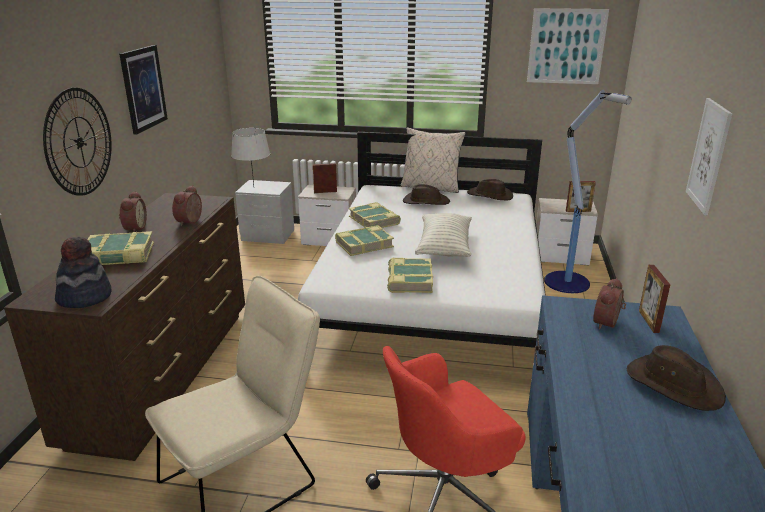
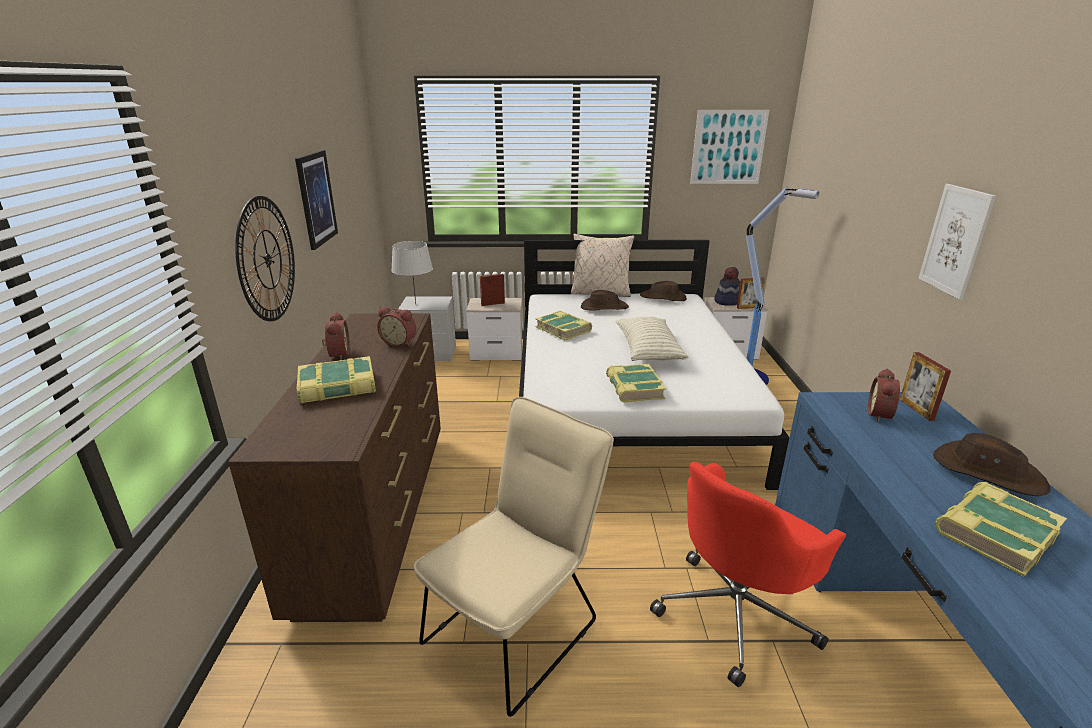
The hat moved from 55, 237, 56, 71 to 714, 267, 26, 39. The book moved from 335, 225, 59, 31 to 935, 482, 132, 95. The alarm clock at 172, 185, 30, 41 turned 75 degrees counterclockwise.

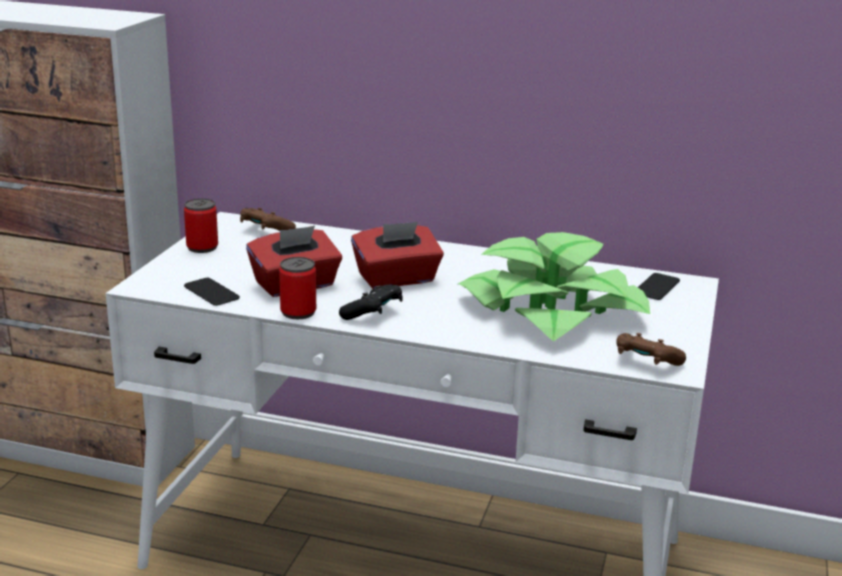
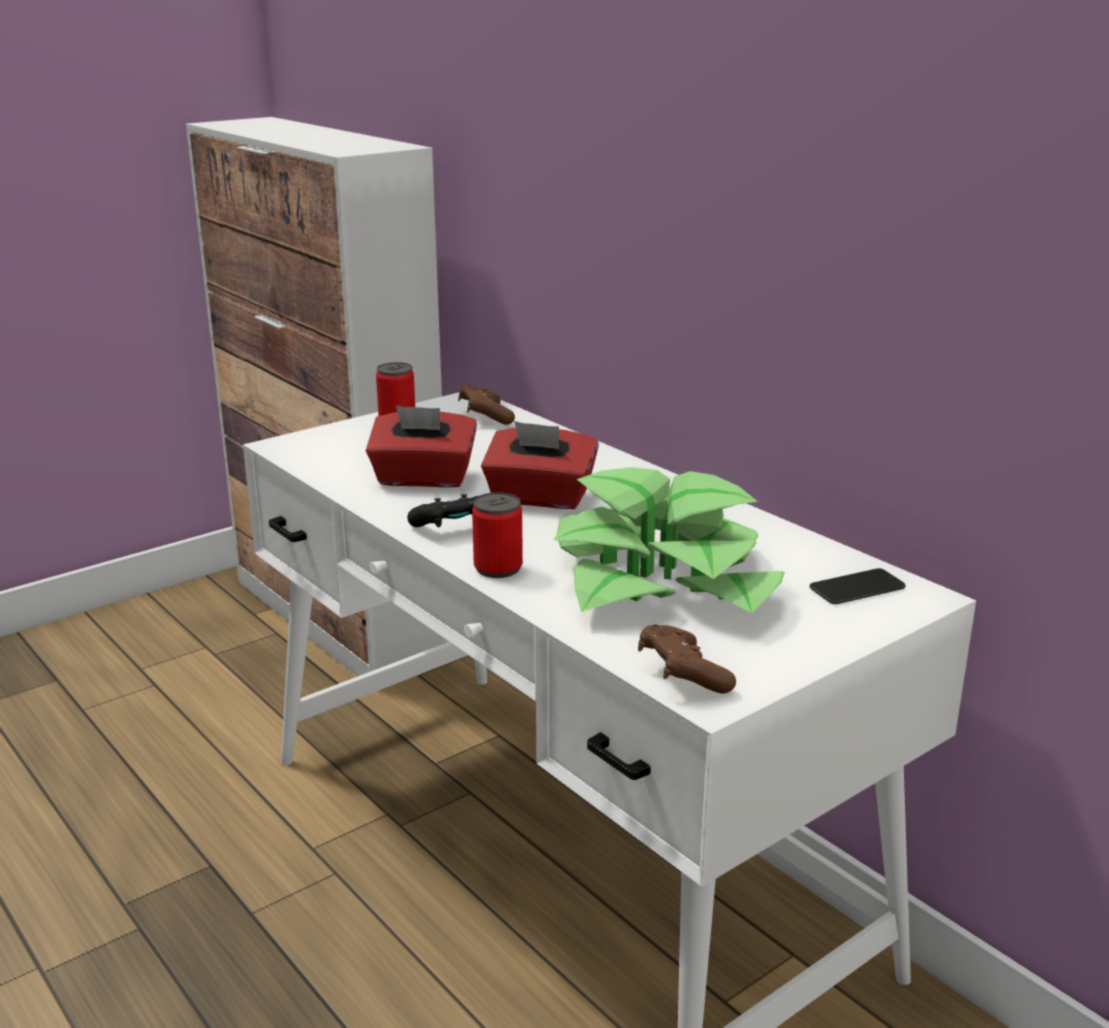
The phone at 184, 278, 56, 28 disappeared. The can moved from 279, 257, 37, 62 to 472, 492, 51, 86.

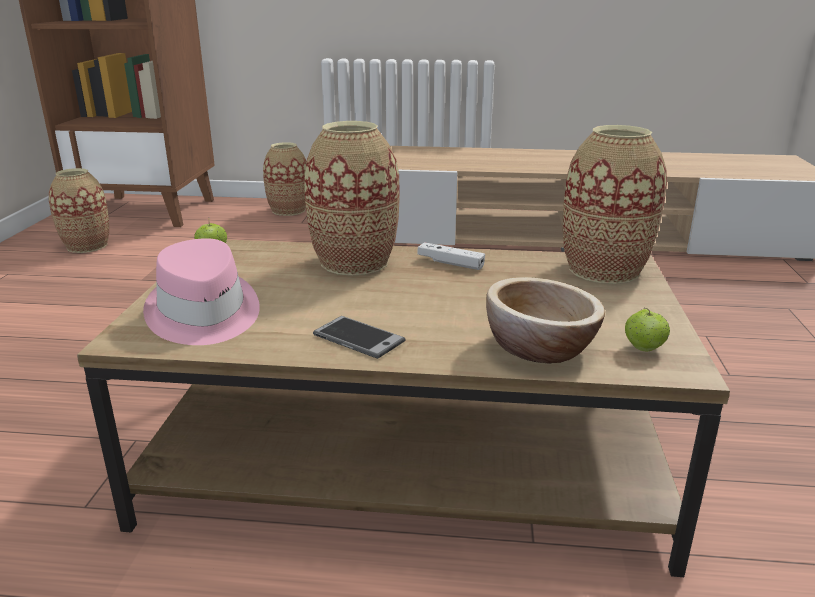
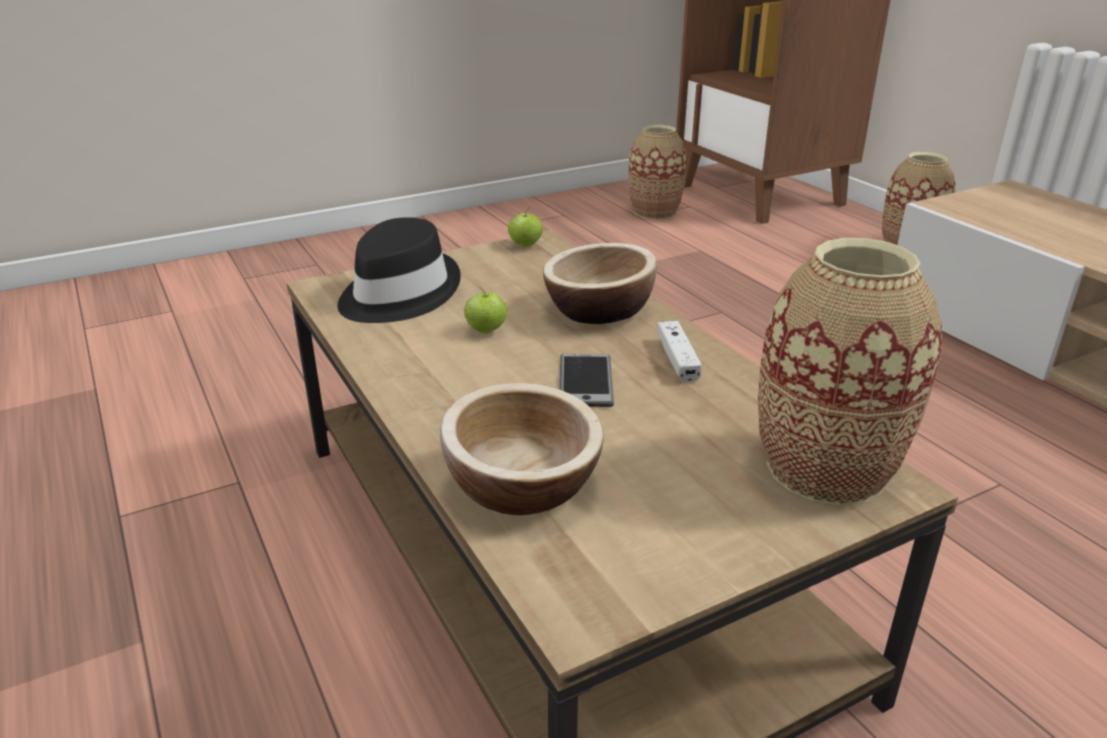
The phone moved from 313, 316, 93, 43 to 559, 354, 55, 53. The apple moved from 625, 308, 45, 43 to 464, 286, 44, 48. The vase at 304, 121, 96, 155 was replaced by the bowl at 543, 243, 114, 81. The pink hat at 143, 238, 117, 107 became the black hat at 338, 217, 123, 106.

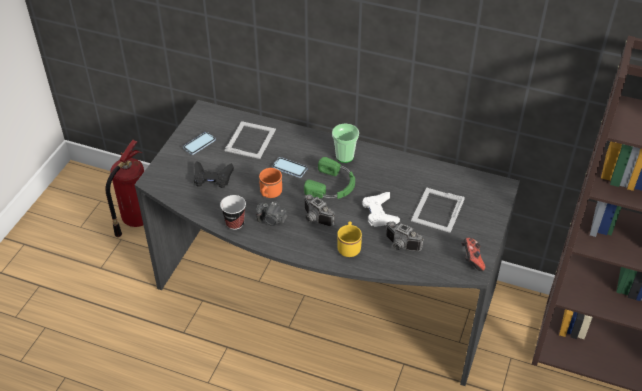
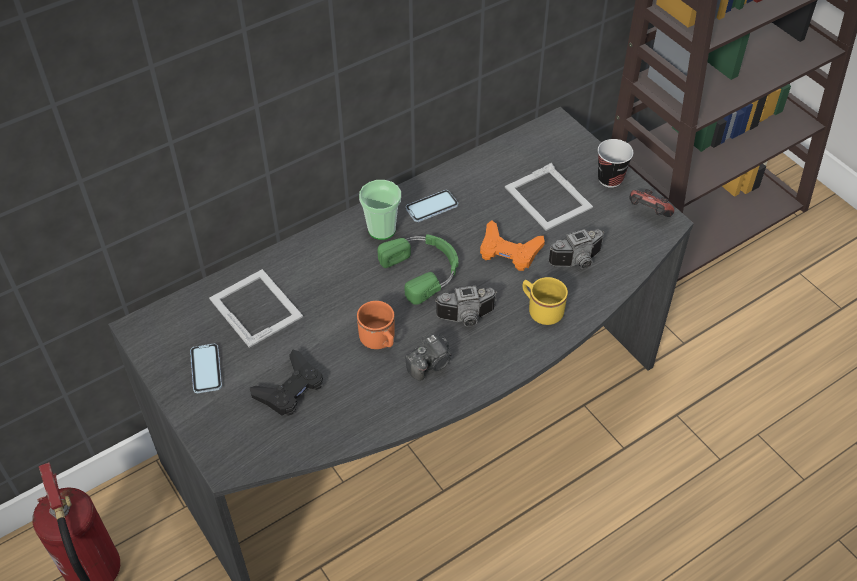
The cup moved from 220, 195, 26, 35 to 598, 139, 35, 49. The phone moved from 272, 157, 35, 21 to 406, 190, 52, 32. The white game controller at 362, 192, 38, 35 became the orange game controller at 480, 220, 65, 51.

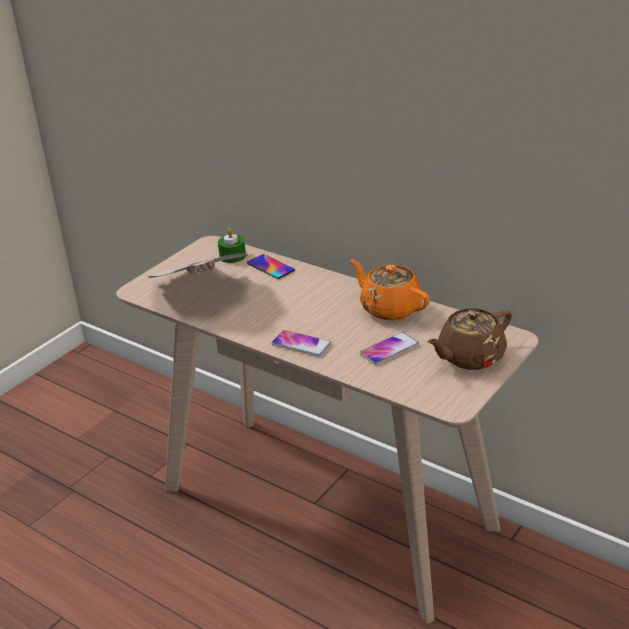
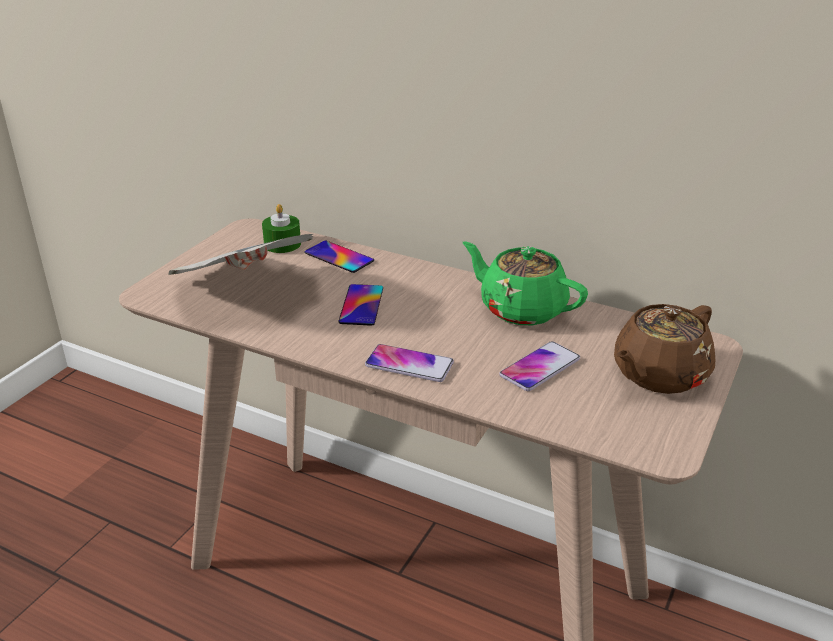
The phone at 338, 284, 45, 42 appeared. The orange teapot at 350, 259, 80, 61 became the green teapot at 463, 241, 125, 84.

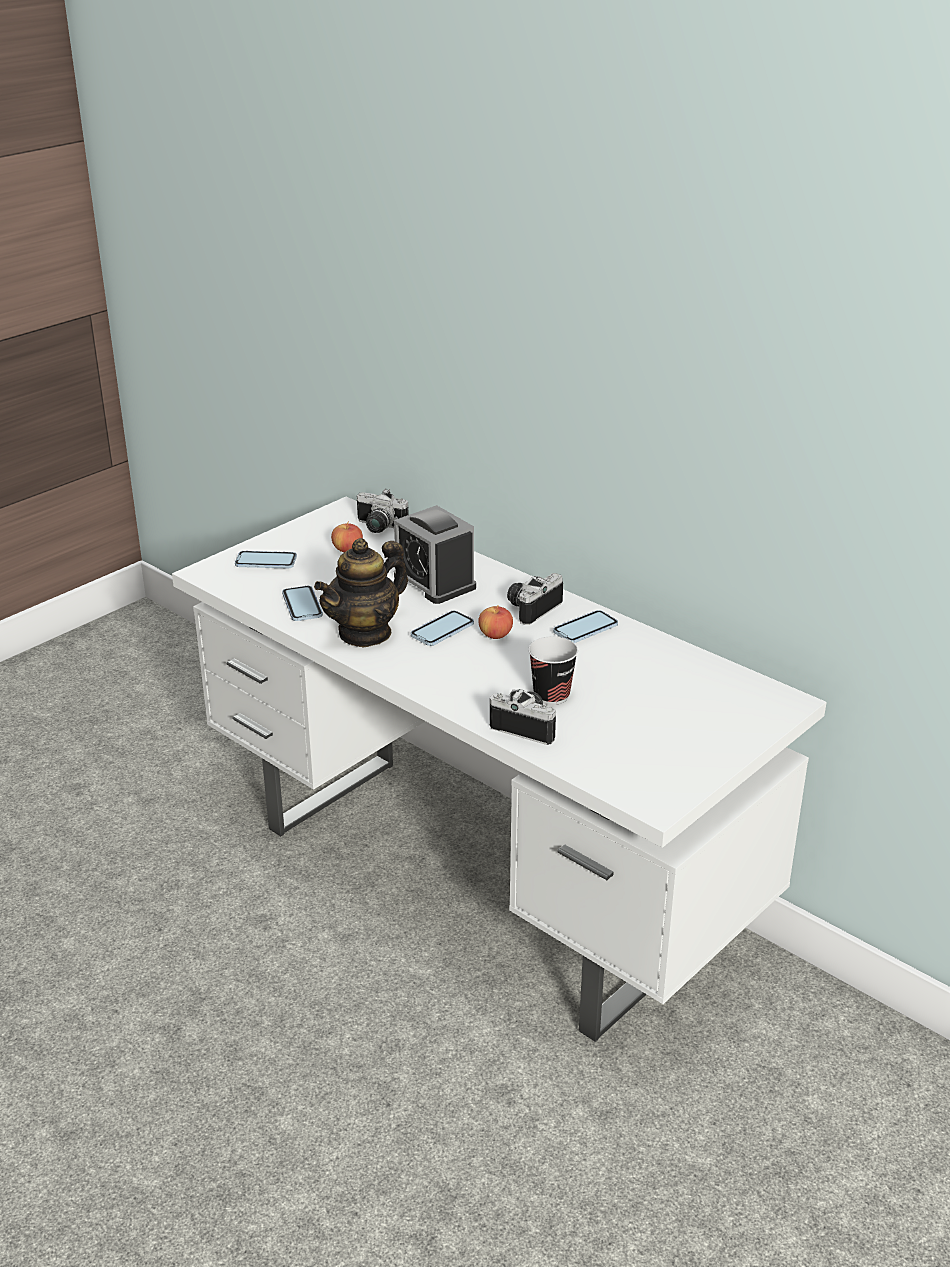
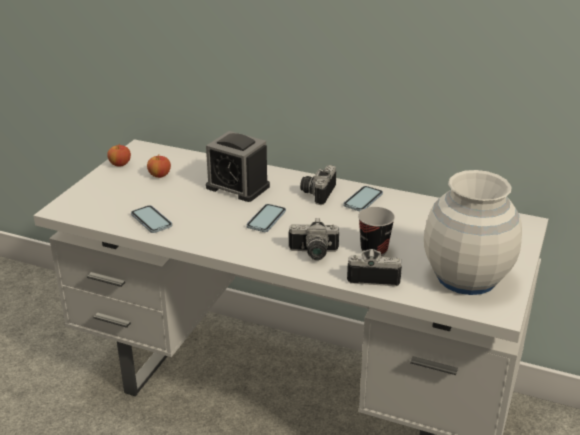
The phone at 235, 551, 62, 17 disappeared. The teapot at 314, 538, 94, 110 disappeared. The white vase at 424, 170, 98, 125 appeared. The photo camera moved from 357, 489, 51, 44 to 289, 218, 50, 42. The apple moved from 478, 605, 35, 34 to 107, 145, 24, 22.

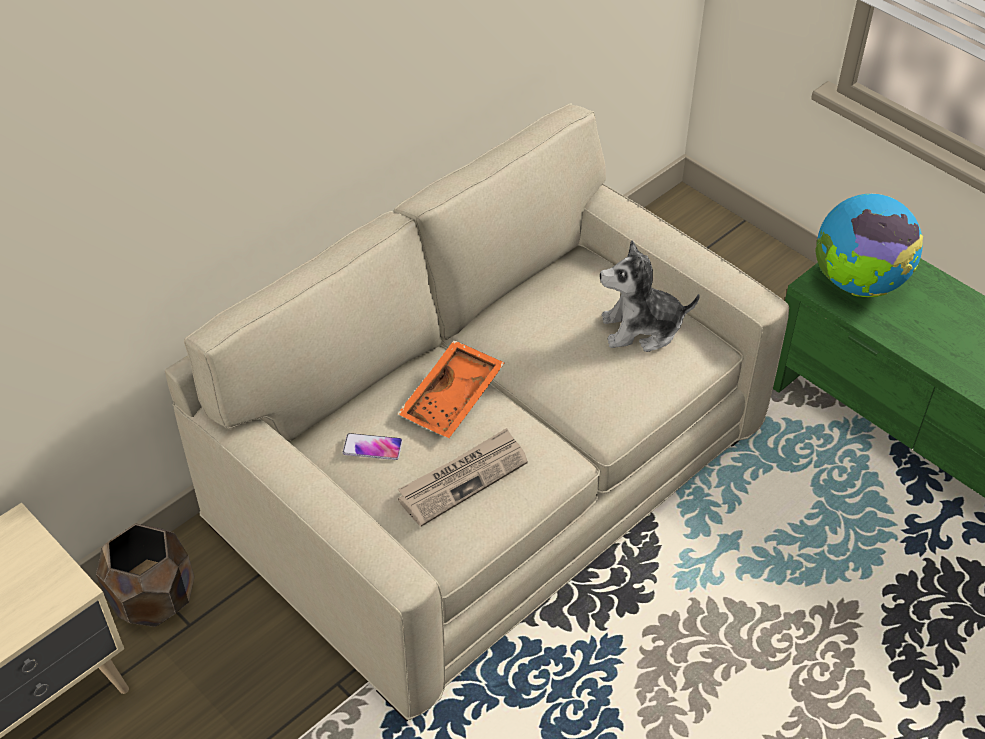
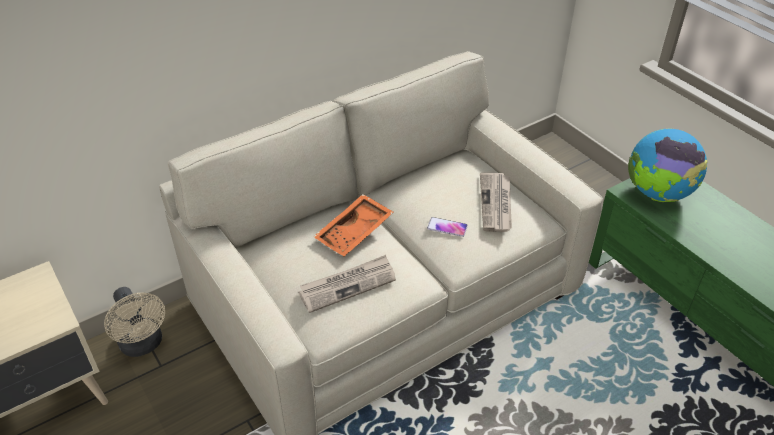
The phone moved from 343, 433, 60, 27 to 427, 217, 41, 20. The brown planter at 96, 524, 99, 103 was replaced by the beige fan at 104, 287, 61, 70. The plush toy at 600, 240, 100, 112 was replaced by the newspaper at 480, 173, 32, 59.

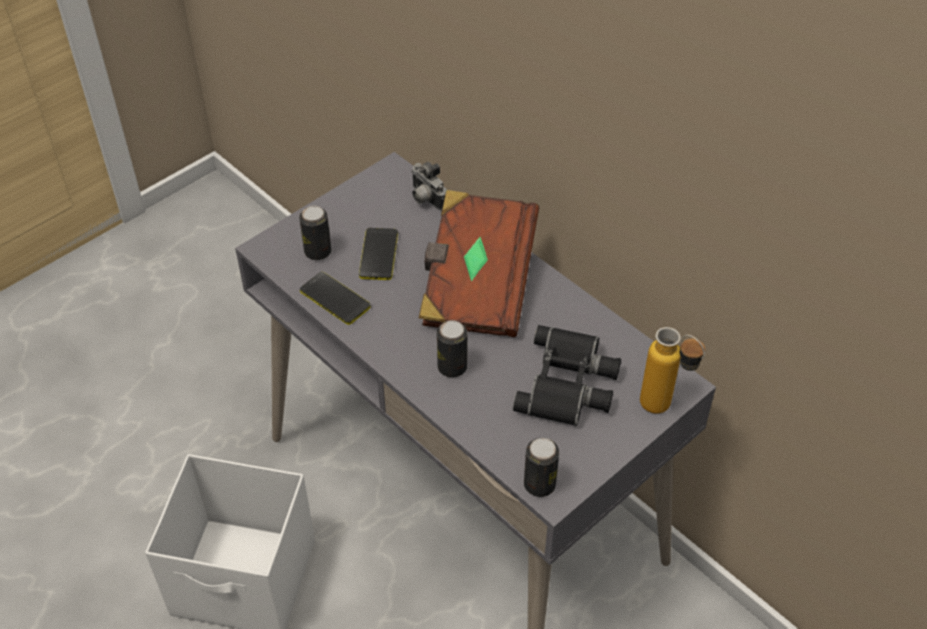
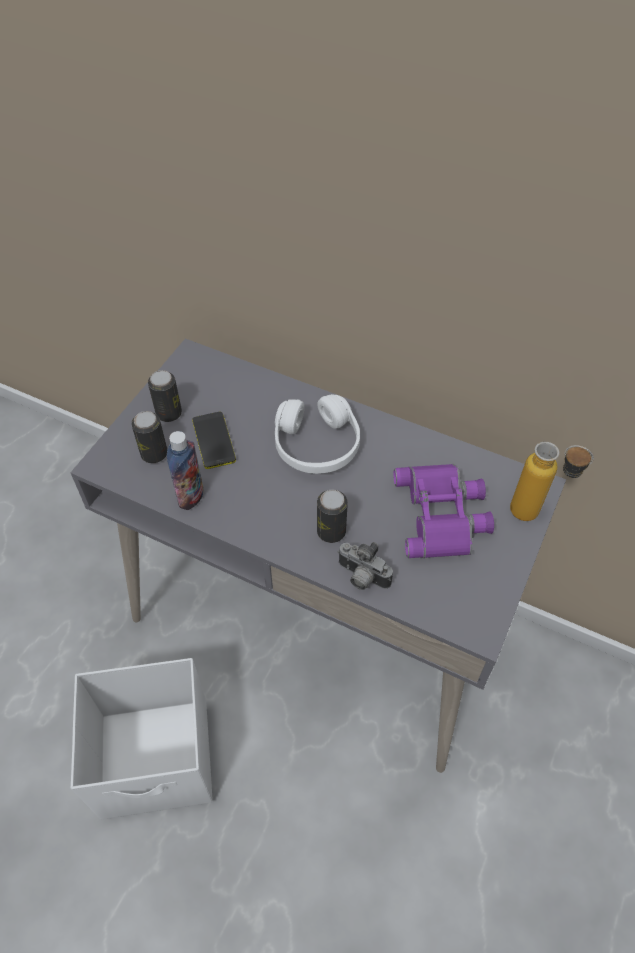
The photo camera moved from 412, 162, 35, 49 to 338, 542, 55, 48. The can moved from 524, 438, 35, 59 to 148, 370, 34, 52. The phone at 300, 272, 71, 53 was replaced by the bottle at 167, 431, 37, 79. The brown book at 419, 190, 120, 147 was replaced by the white headphones at 275, 394, 85, 80. The black binoculars at 513, 325, 108, 101 became the purple binoculars at 393, 464, 101, 94.

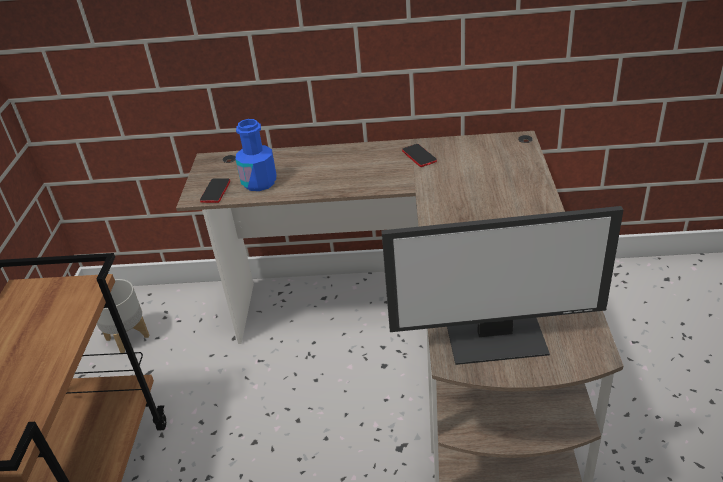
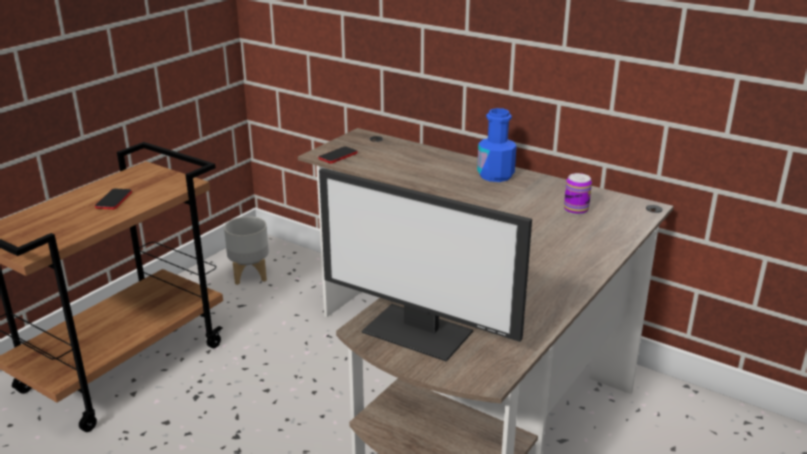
The can at 564, 173, 28, 42 appeared. The blue bottle moved from 236, 119, 40, 72 to 477, 108, 40, 74. The phone moved from 402, 144, 35, 23 to 95, 188, 37, 22.

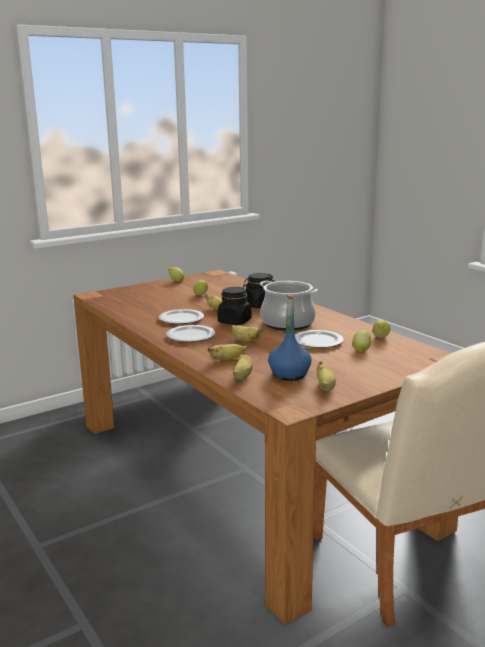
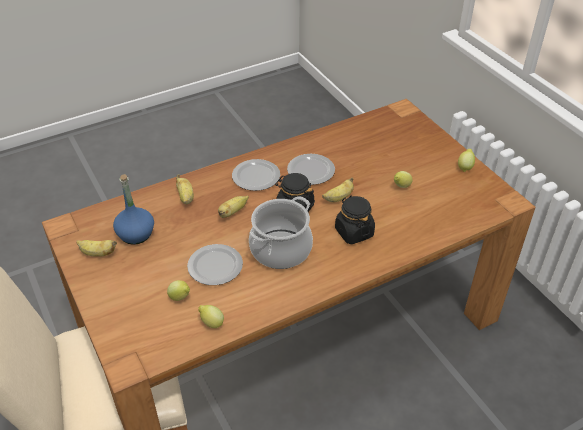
The banana at 233, 351, 20, 29 disappeared.

